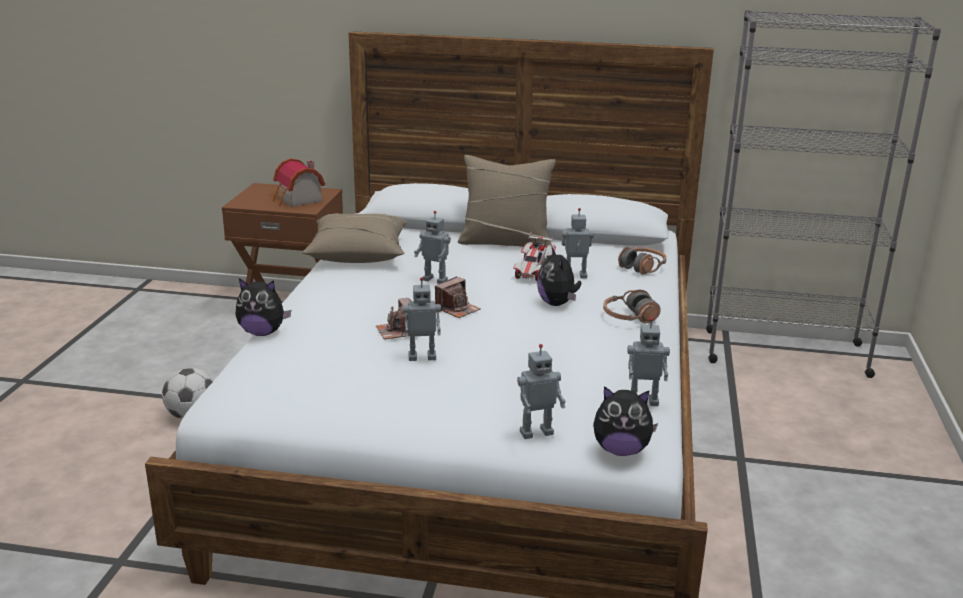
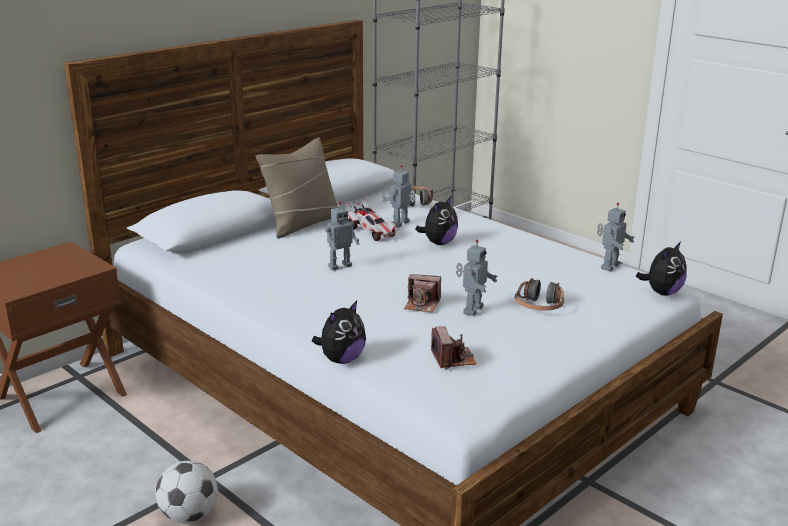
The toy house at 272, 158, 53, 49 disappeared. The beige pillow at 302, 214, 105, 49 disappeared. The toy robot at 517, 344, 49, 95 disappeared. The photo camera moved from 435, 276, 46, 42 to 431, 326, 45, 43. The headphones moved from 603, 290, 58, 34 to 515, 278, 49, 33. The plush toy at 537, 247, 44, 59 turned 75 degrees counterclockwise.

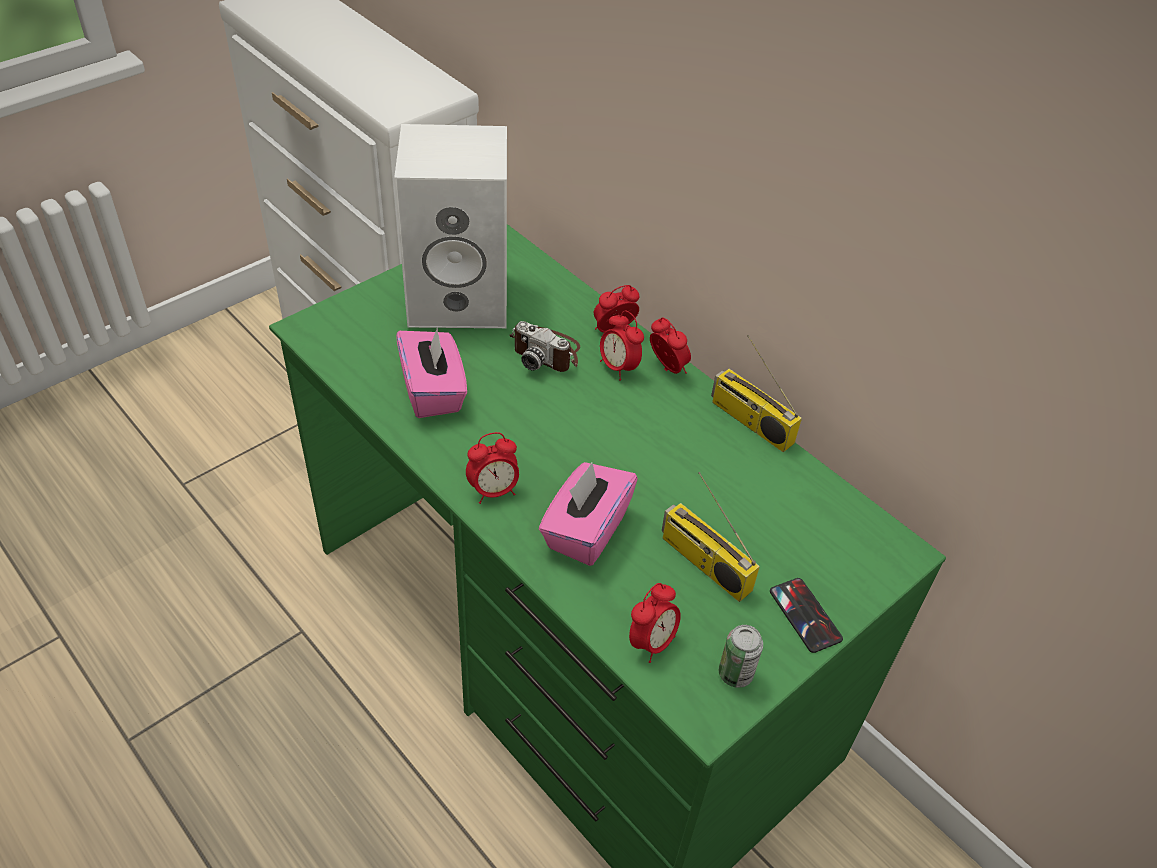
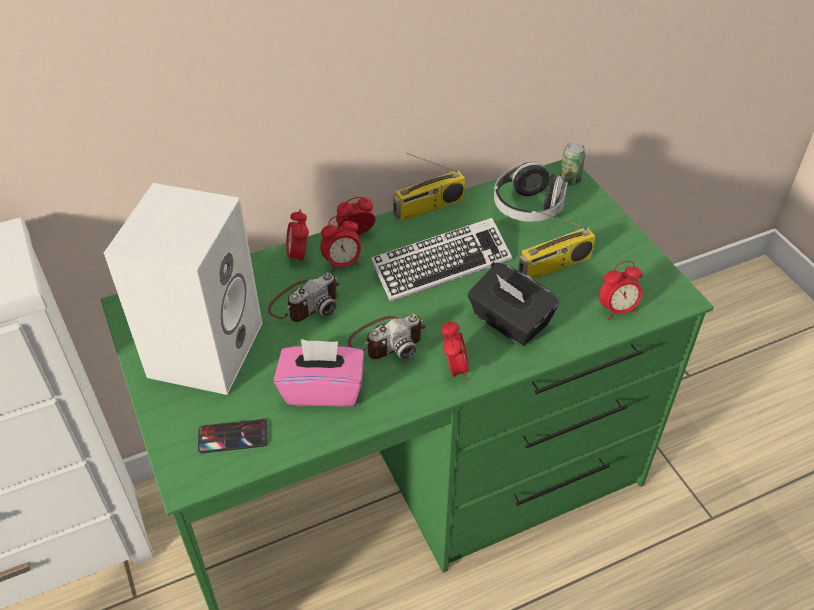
The photo camera at 348, 314, 77, 45 appeared. The keyboard at 371, 218, 141, 84 appeared. The headphones at 494, 161, 74, 61 appeared. The can moved from 719, 625, 44, 63 to 560, 142, 26, 44. The phone moved from 770, 578, 73, 75 to 198, 419, 70, 34. The pink tissue box at 539, 462, 99, 104 became the black tissue box at 468, 263, 91, 83. The alarm clock at 629, 583, 52, 80 turned 105 degrees clockwise.

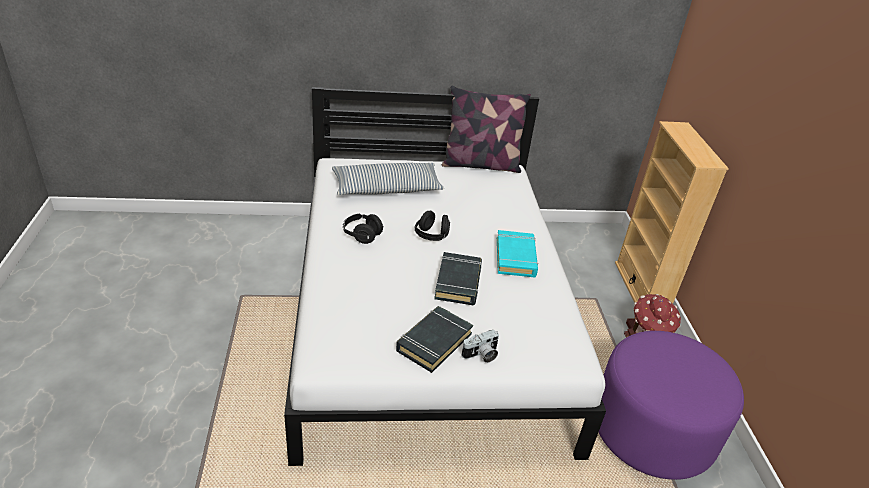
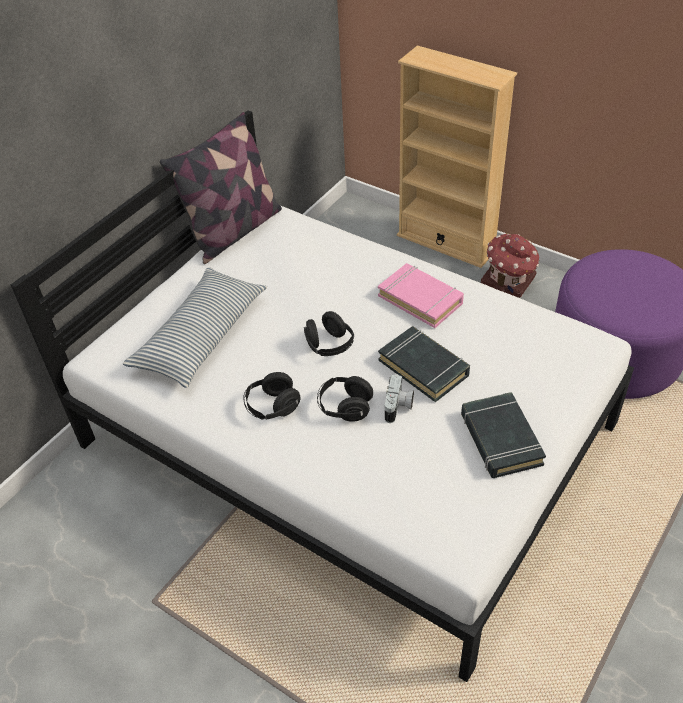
The black headphones at 317, 376, 56, 46 appeared. The photo camera moved from 462, 330, 37, 33 to 385, 374, 29, 49. The turquoise book at 497, 230, 41, 47 became the pink book at 378, 263, 86, 65.

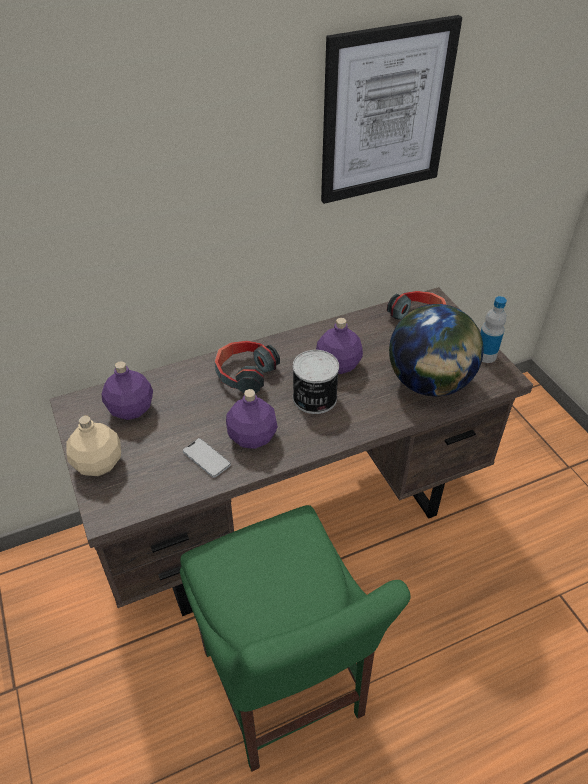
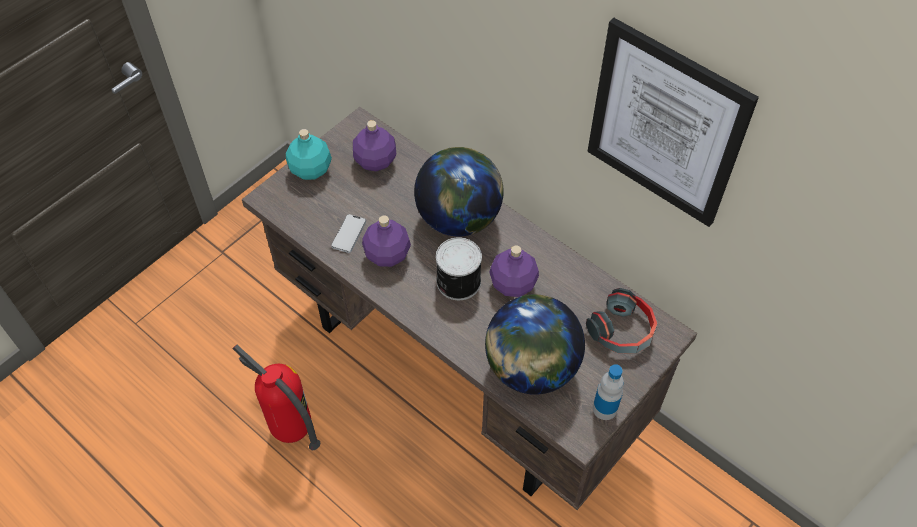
The green chair at 180, 505, 231, 267 was replaced by the fire extinguisher at 232, 345, 88, 105. The headphones at 215, 341, 65, 52 was replaced by the globe at 414, 147, 90, 90. The beige bottle at 66, 416, 55, 60 became the turquoise bottle at 286, 129, 46, 51.

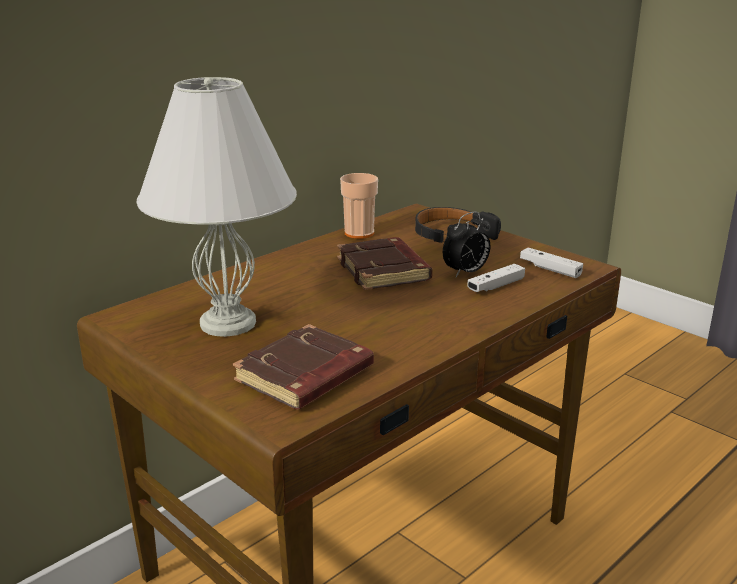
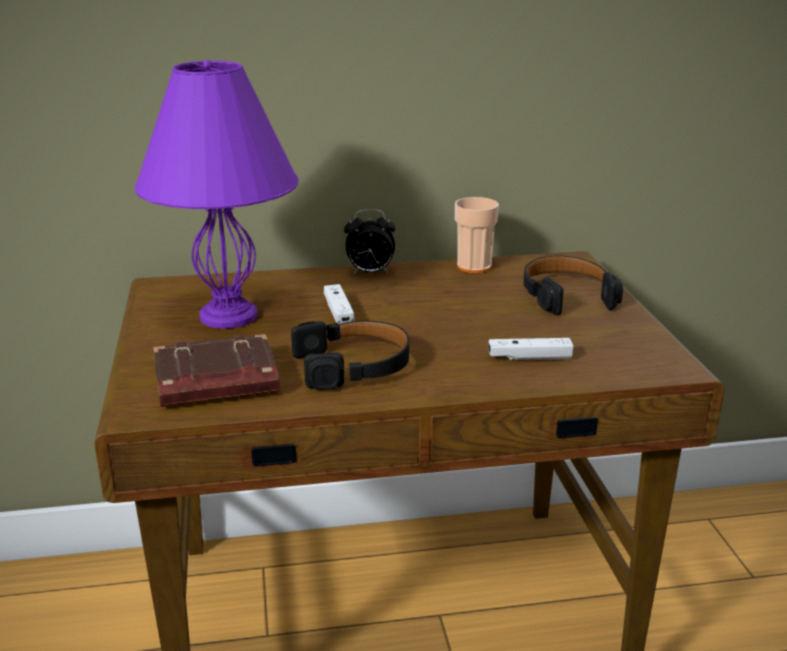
The brown book at 337, 237, 95, 53 disappeared. The black headphones at 291, 321, 118, 69 appeared. The alarm clock moved from 443, 212, 47, 65 to 344, 209, 51, 66. The white game controller moved from 520, 247, 63, 31 to 324, 284, 30, 40. The white table lamp at 136, 77, 161, 260 became the purple table lamp at 134, 60, 165, 269.

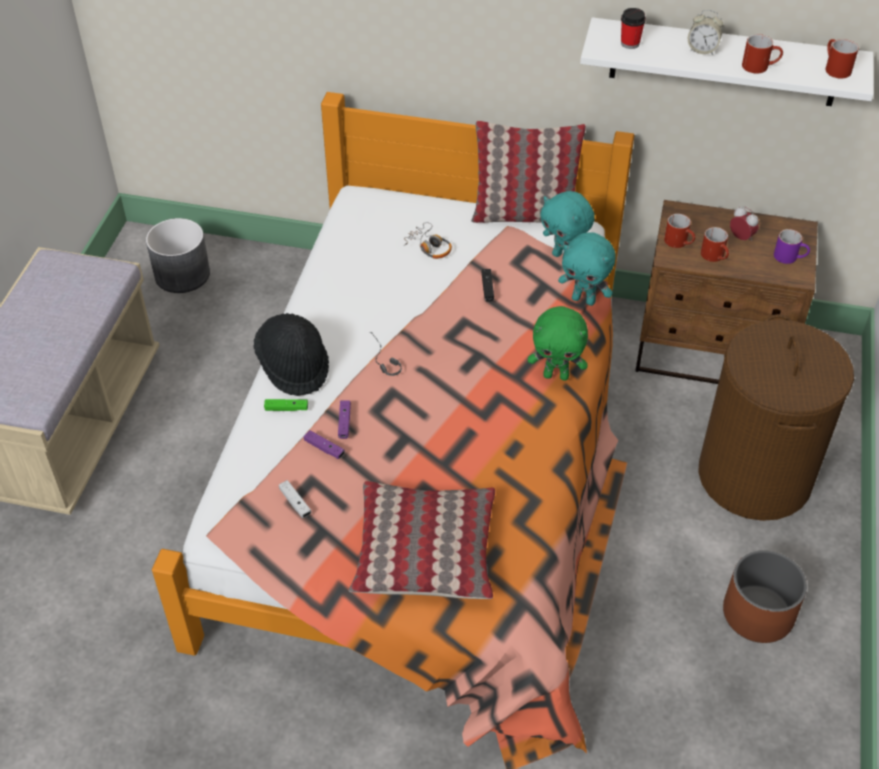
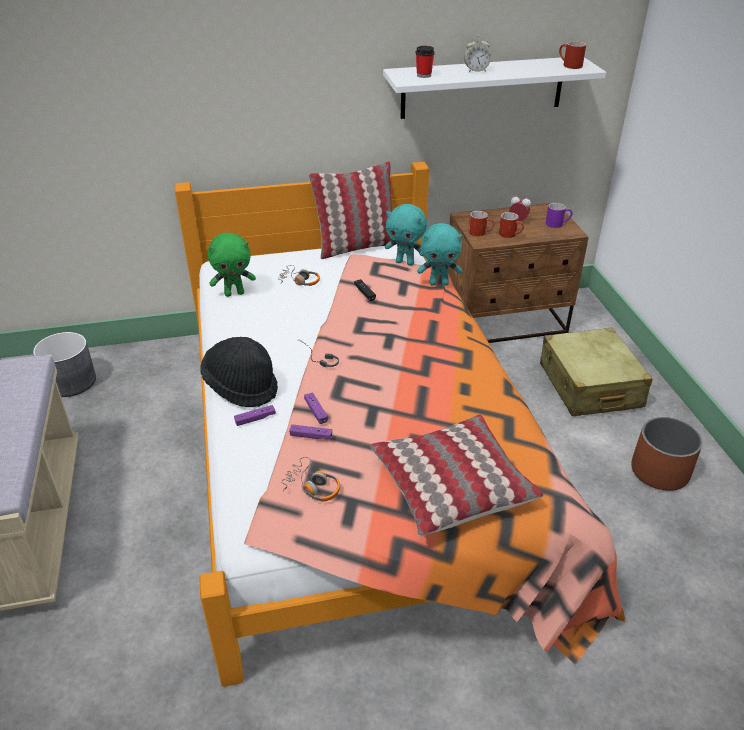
The red mug at 742, 34, 41, 39 disappeared. The green plush toy moved from 528, 306, 60, 74 to 208, 233, 48, 64. The white game controller at 279, 480, 33, 38 was replaced by the headphones at 281, 457, 59, 45. The brown laundry basket at 698, 314, 156, 207 was replaced by the beige suitcase at 540, 327, 113, 89. The green game controller at 264, 399, 44, 12 became the purple game controller at 234, 405, 42, 21.

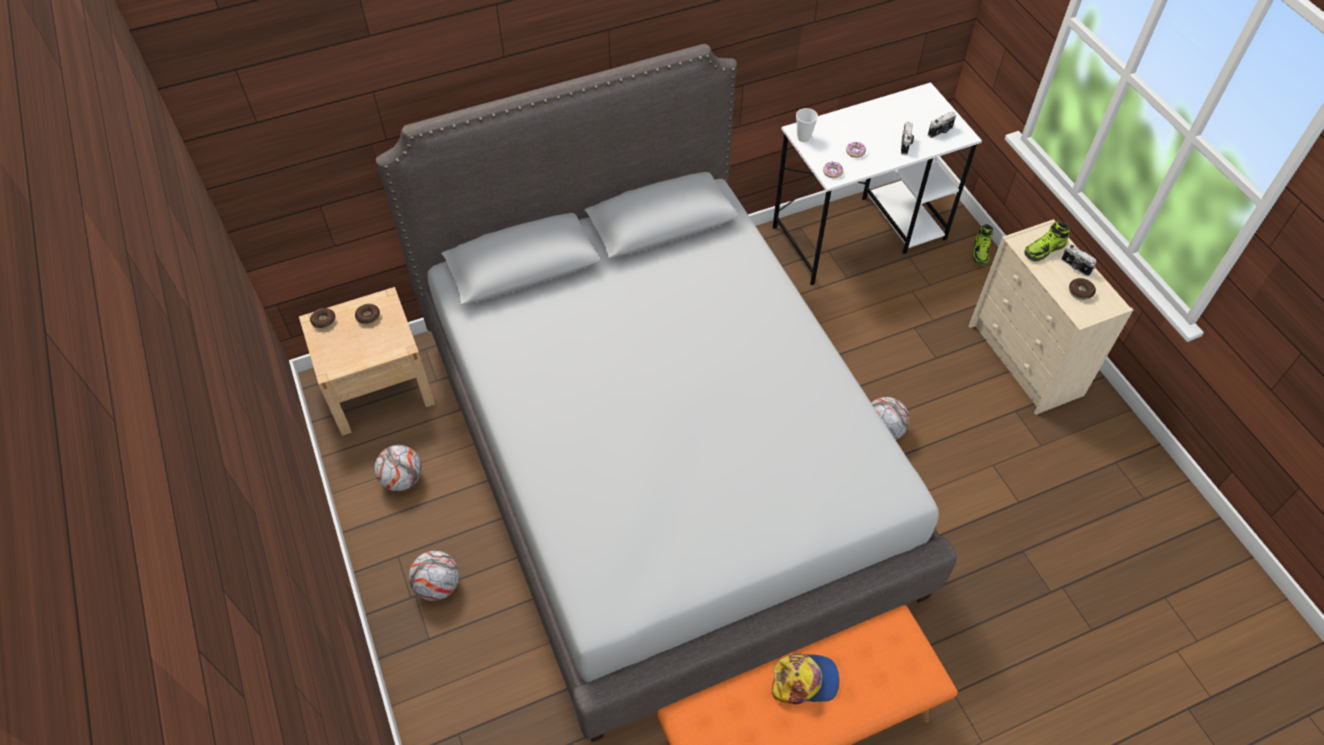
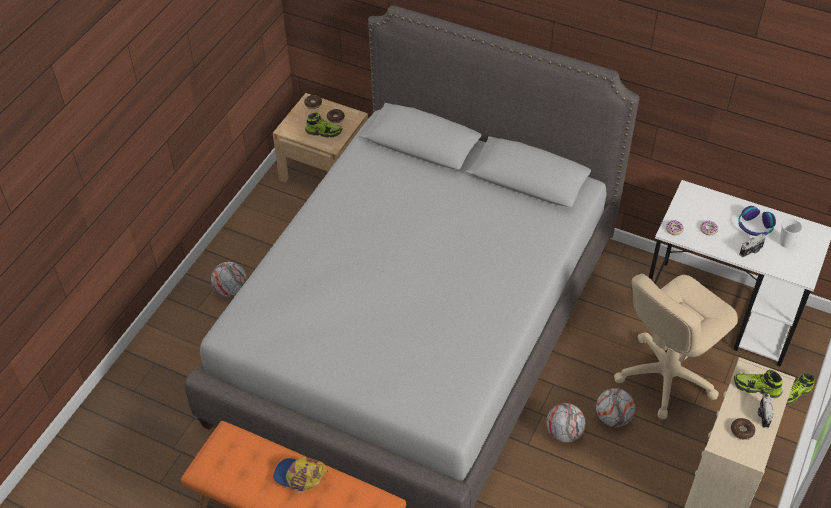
The photo camera at 928, 112, 28, 26 disappeared. The shoe at 305, 112, 37, 26 appeared. The beige office chair at 614, 273, 124, 146 appeared. The headphones at 738, 206, 38, 30 appeared. The football moved from 374, 445, 48, 46 to 596, 388, 39, 39. The cup moved from 796, 108, 22, 34 to 780, 219, 22, 29. The cap at 772, 654, 67, 50 turned 150 degrees clockwise.

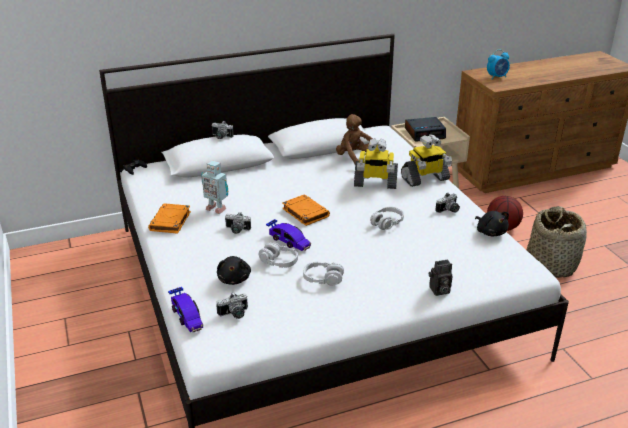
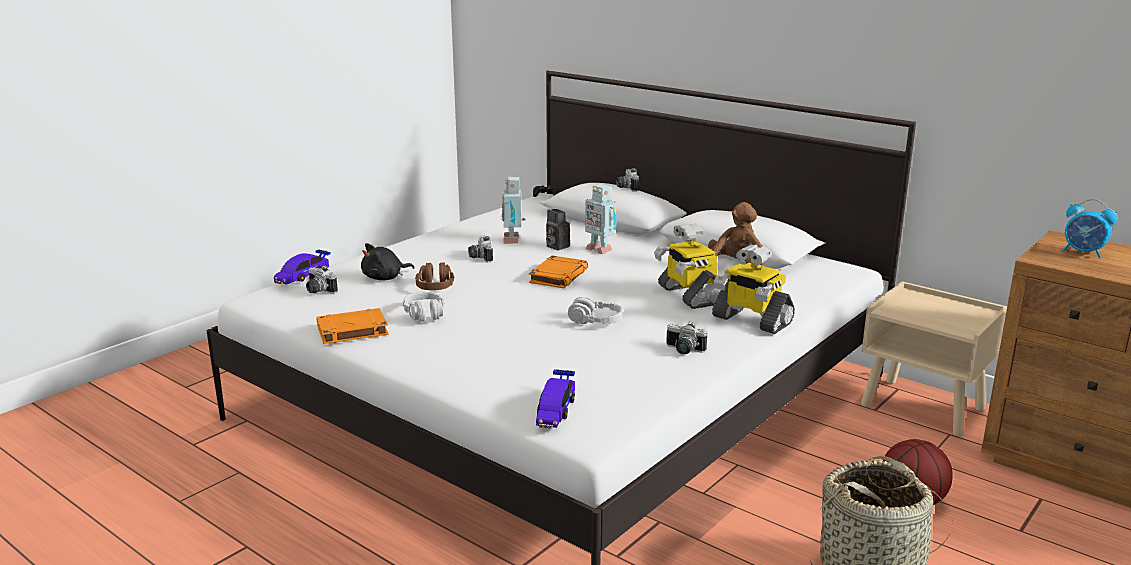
The alarm clock at 405, 117, 41, 25 disappeared. The black plush toy at 475, 211, 34, 25 disappeared. The toy robot at 585, 184, 32, 70 appeared. The orange book moved from 148, 203, 43, 31 to 316, 308, 73, 36. The toy car moved from 266, 219, 45, 32 to 536, 369, 39, 60. The photo camera moved from 429, 259, 24, 37 to 546, 209, 24, 41. The grey headphones at 259, 243, 39, 25 became the brown headphones at 415, 262, 39, 28.

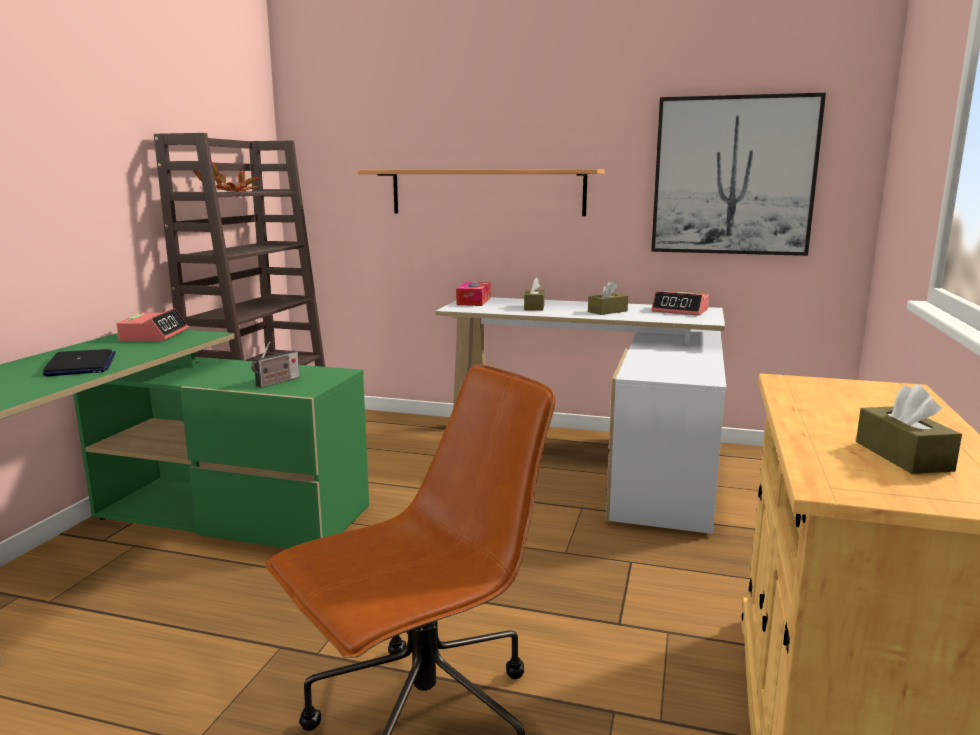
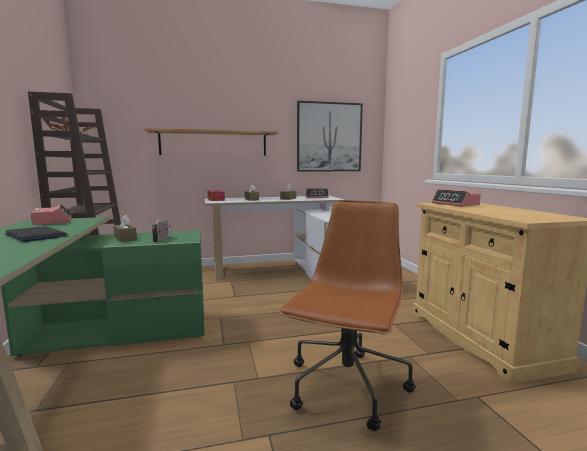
The alarm clock at 432, 189, 49, 18 appeared. The brown tissue box moved from 856, 384, 106, 90 to 114, 215, 23, 27.

